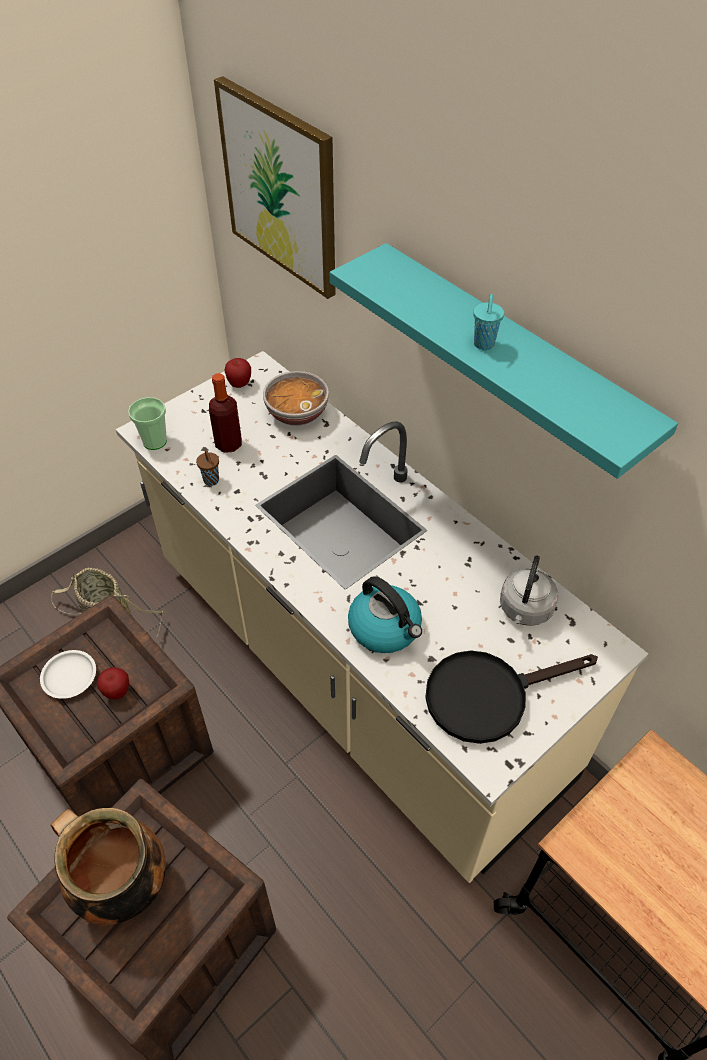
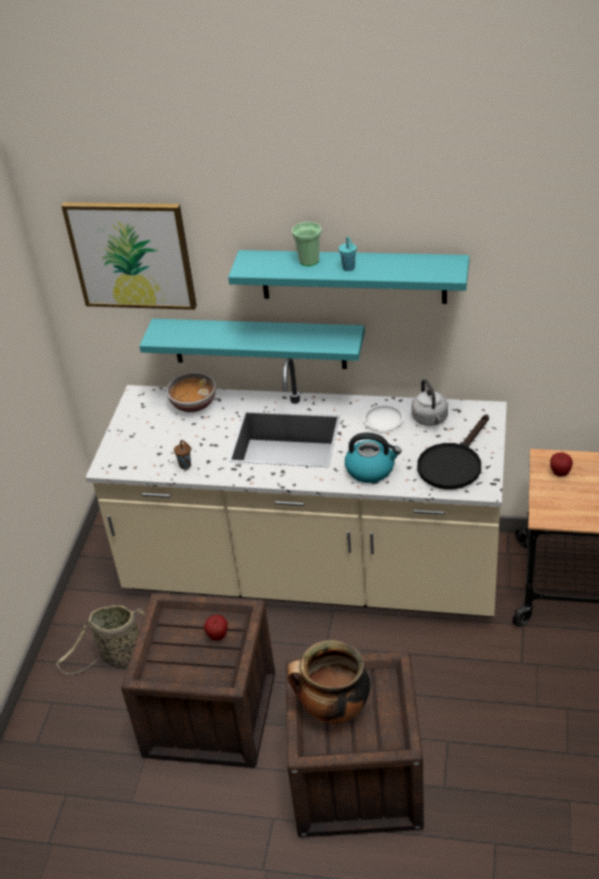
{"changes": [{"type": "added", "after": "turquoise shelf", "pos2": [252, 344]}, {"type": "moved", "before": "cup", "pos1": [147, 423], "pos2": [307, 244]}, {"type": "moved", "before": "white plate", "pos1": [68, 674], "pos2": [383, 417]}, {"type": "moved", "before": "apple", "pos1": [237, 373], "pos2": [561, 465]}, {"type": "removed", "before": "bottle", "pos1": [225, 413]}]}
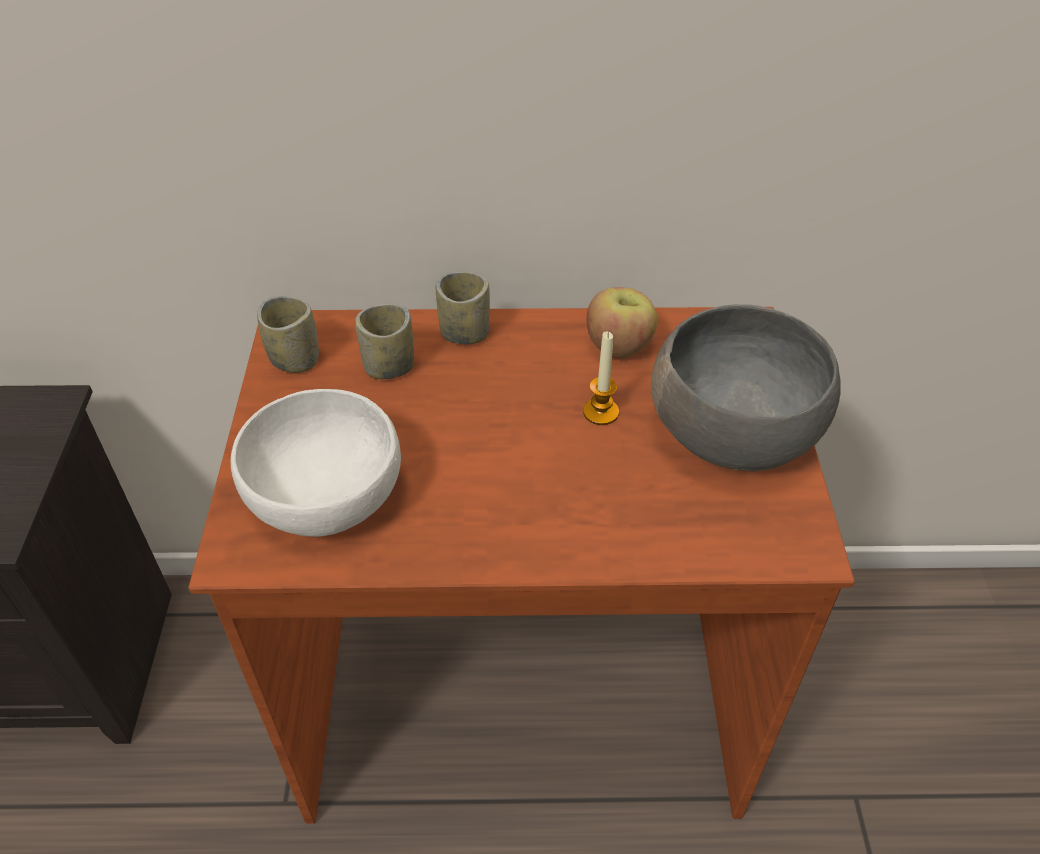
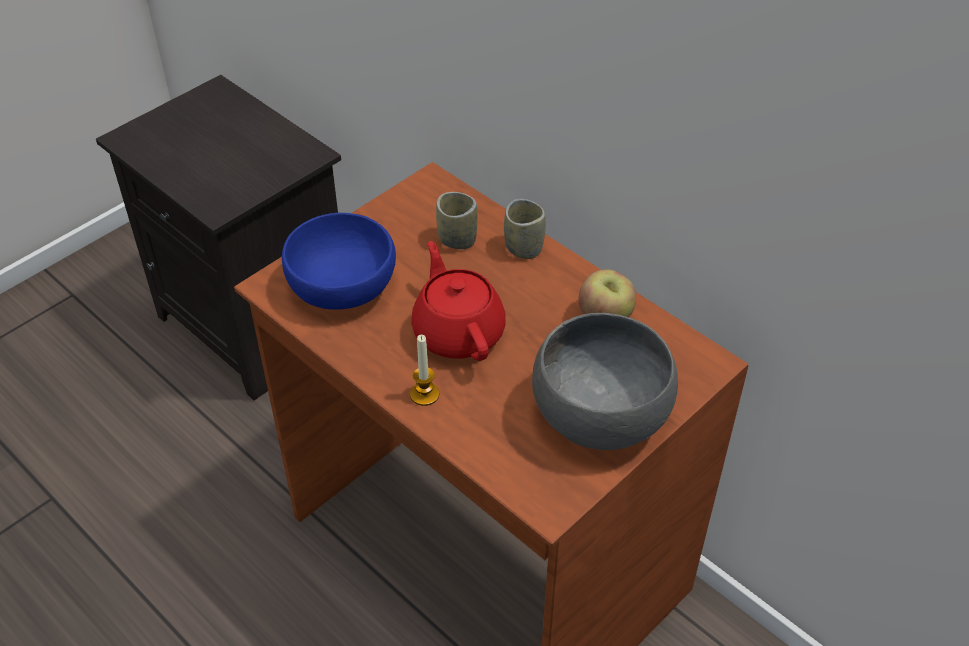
{"changes": [{"type": "recoloured", "before": "white bowl", "after": "blue bowl", "pos1": [316, 463], "pos2": [339, 261]}, {"type": "moved", "before": "candle", "pos1": [601, 378], "pos2": [424, 370]}, {"type": "added", "after": "red teapot", "pos2": [458, 301]}, {"type": "removed", "before": "cup", "pos1": [288, 334]}]}
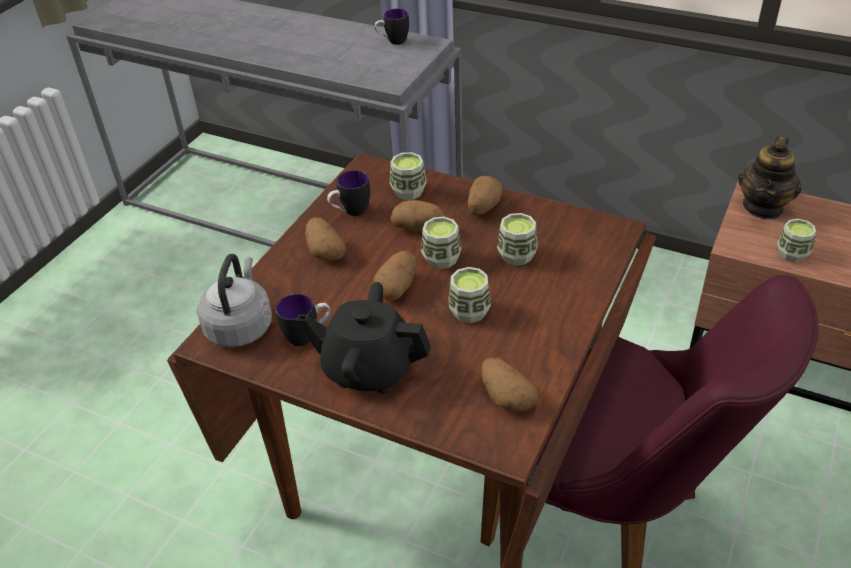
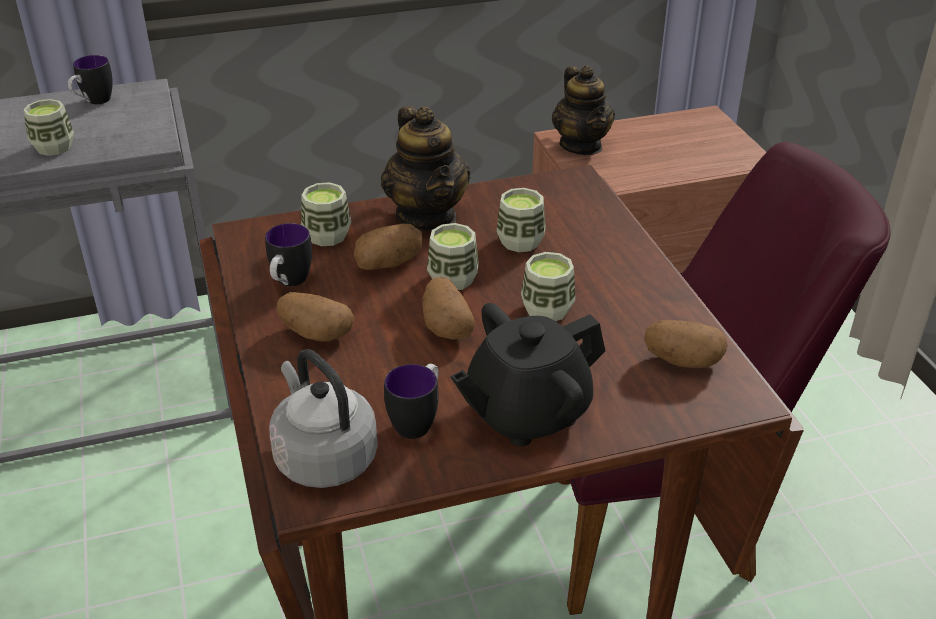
{"changes": [{"type": "moved", "before": "cup", "pos1": [796, 241], "pos2": [48, 127]}, {"type": "replaced", "before": "potato", "after": "teapot", "pos1": [485, 195], "pos2": [425, 168]}]}
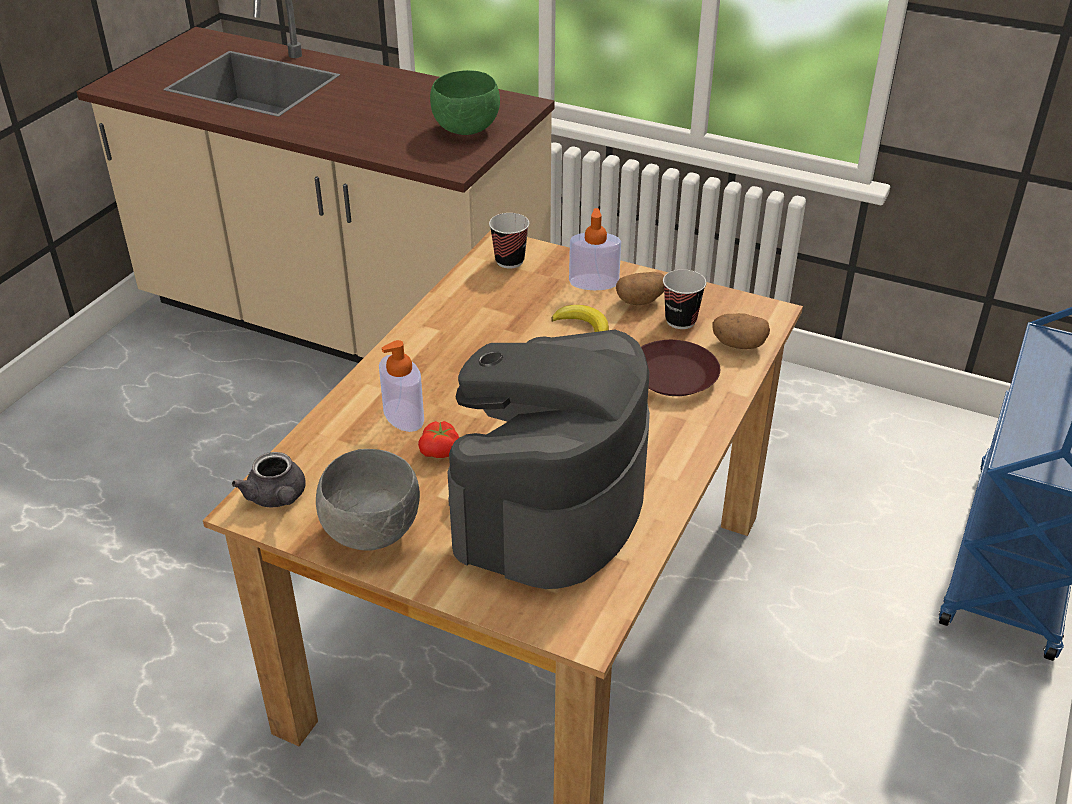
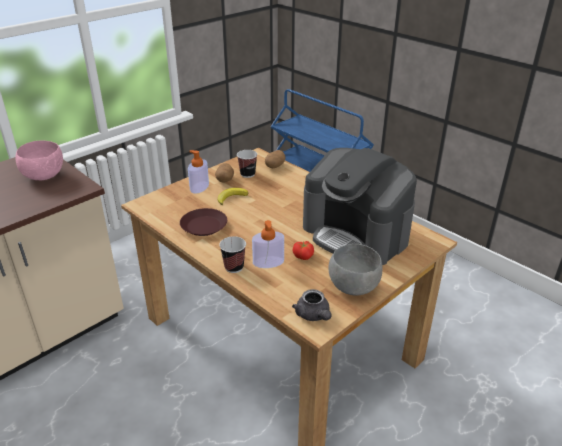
{"changes": [{"type": "recoloured", "before": "green bowl", "after": "pink bowl", "pos1": [465, 102], "pos2": [39, 160]}, {"type": "moved", "before": "brown plate", "pos1": [680, 368], "pos2": [203, 222]}, {"type": "moved", "before": "cup", "pos1": [509, 240], "pos2": [232, 254]}, {"type": "turned", "before": "grey teapot", "pos1": [269, 480], "pos2": [312, 305], "turn": 75}]}
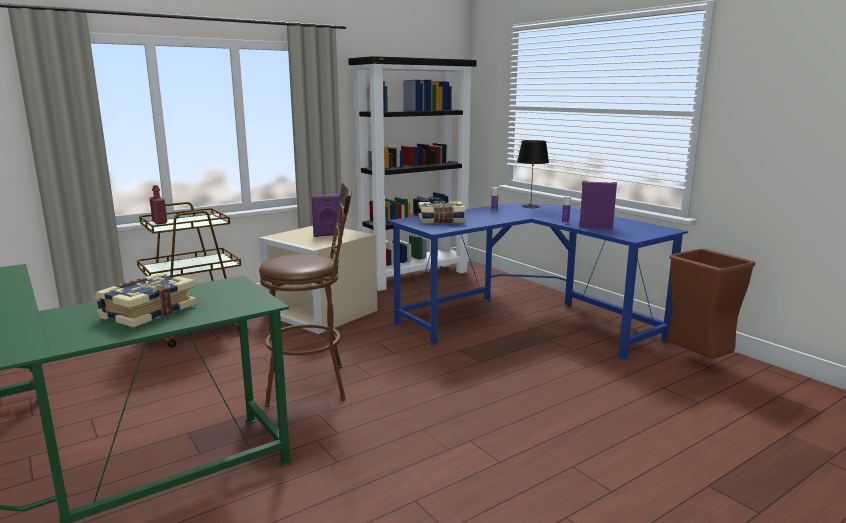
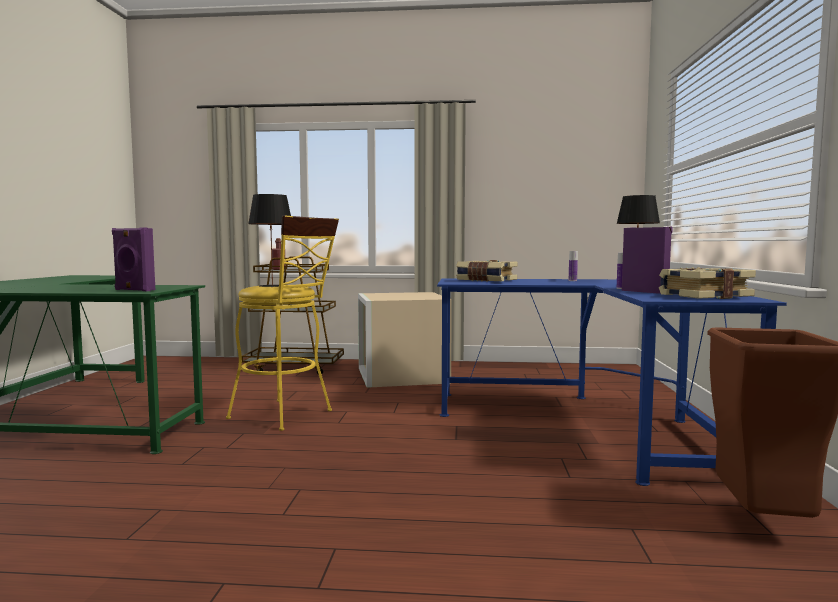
{"changes": [{"type": "moved", "before": "purple speaker", "pos1": [326, 215], "pos2": [133, 259]}, {"type": "recoloured", "before": "brown stool", "after": "yellow stool", "pos1": [305, 294], "pos2": [282, 323]}, {"type": "added", "after": "black table lamp", "pos2": [269, 240]}, {"type": "moved", "before": "book", "pos1": [146, 300], "pos2": [707, 283]}, {"type": "removed", "before": "black bookcase", "pos1": [412, 173]}]}
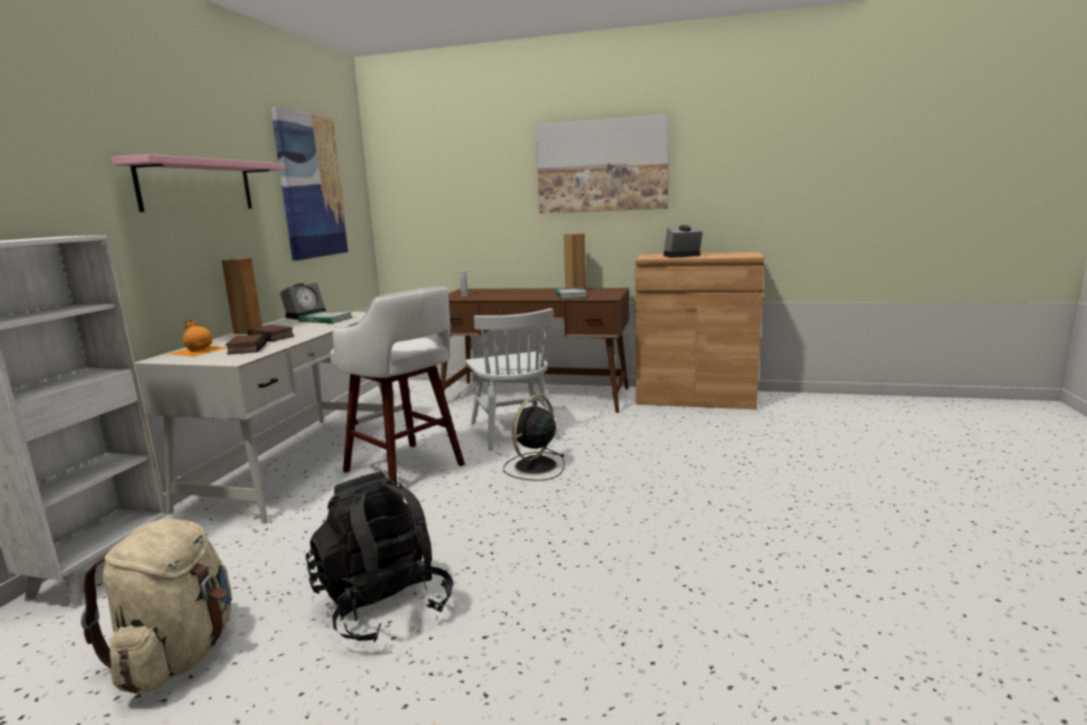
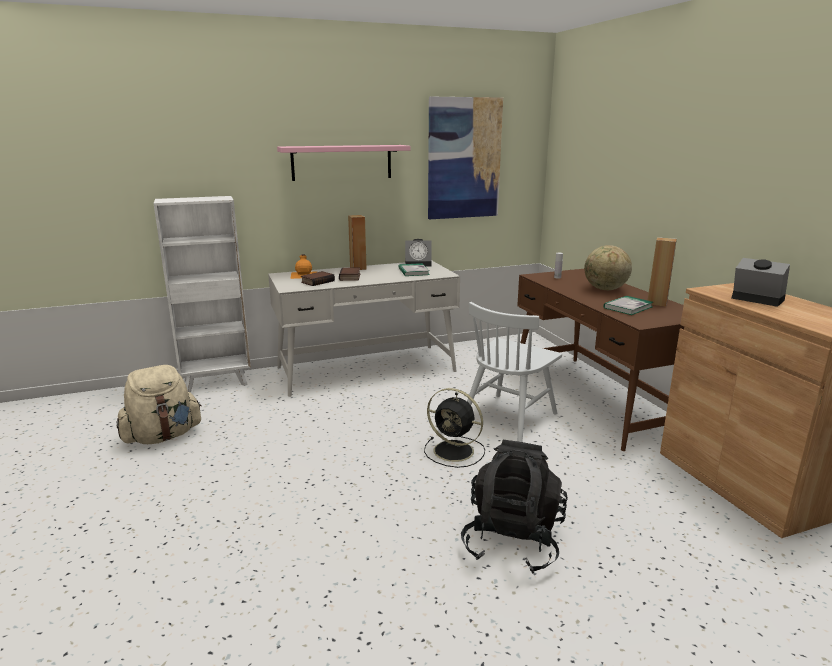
{"changes": [{"type": "turned", "before": "black fan", "pos1": [534, 438], "pos2": [454, 428], "turn": -150}, {"type": "moved", "before": "black backpack", "pos1": [379, 556], "pos2": [514, 507]}, {"type": "added", "after": "globe", "pos2": [608, 267]}, {"type": "removed", "before": "white stool", "pos1": [397, 386]}, {"type": "removed", "before": "picture", "pos1": [602, 163]}]}
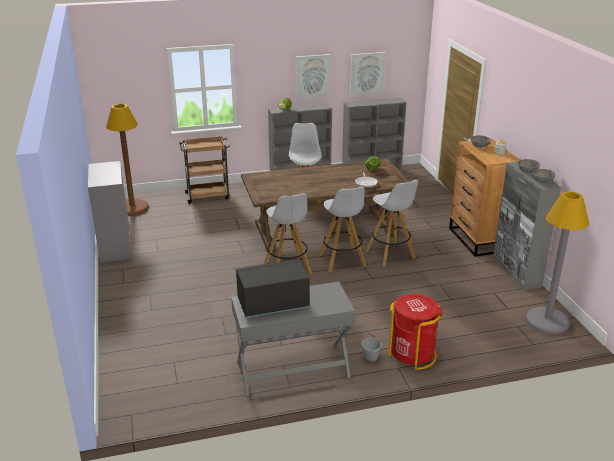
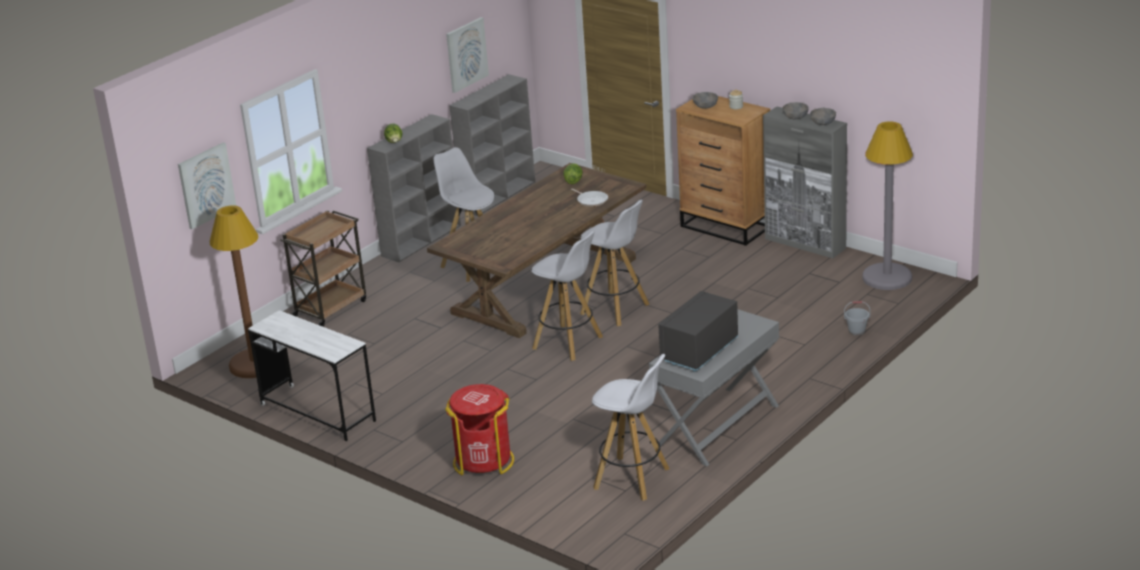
{"changes": [{"type": "moved", "before": "picture", "pos1": [313, 76], "pos2": [207, 185]}, {"type": "replaced", "before": "grey dresser", "after": "white desk", "pos1": [110, 211], "pos2": [312, 375]}, {"type": "moved", "before": "red trash can", "pos1": [415, 332], "pos2": [479, 429]}, {"type": "moved", "before": "white stool", "pos1": [392, 223], "pos2": [630, 427]}, {"type": "moved", "before": "grey bucket", "pos1": [371, 347], "pos2": [857, 318]}]}
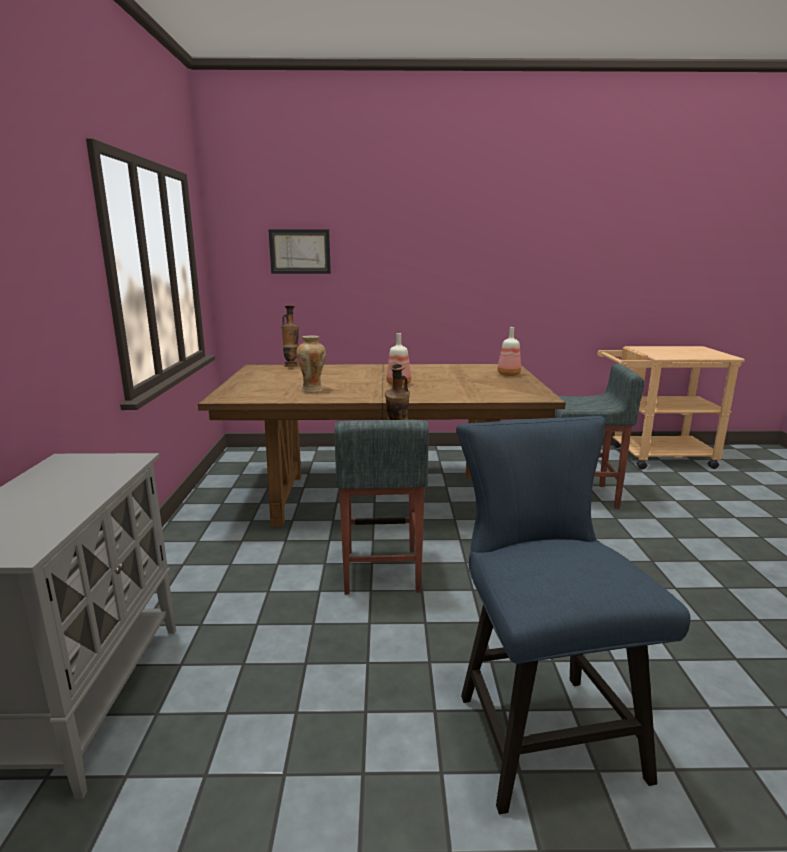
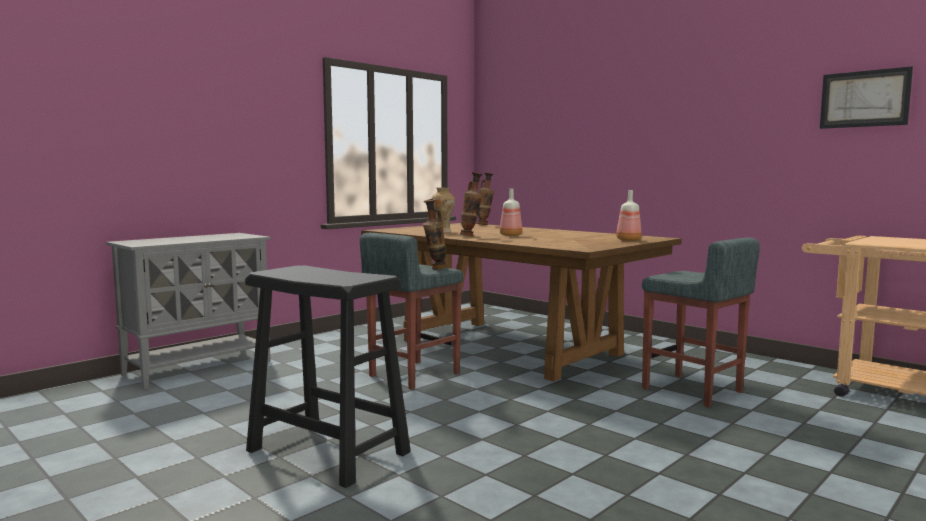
{"changes": [{"type": "replaced", "before": "blue chair", "after": "black stool", "pos1": [573, 615], "pos2": [328, 377]}, {"type": "added", "after": "vase", "pos2": [471, 204]}, {"type": "moved", "before": "picture", "pos1": [299, 251], "pos2": [866, 97]}]}
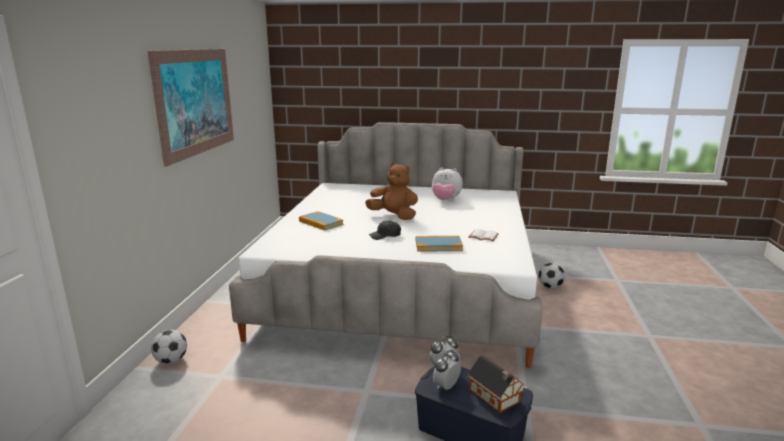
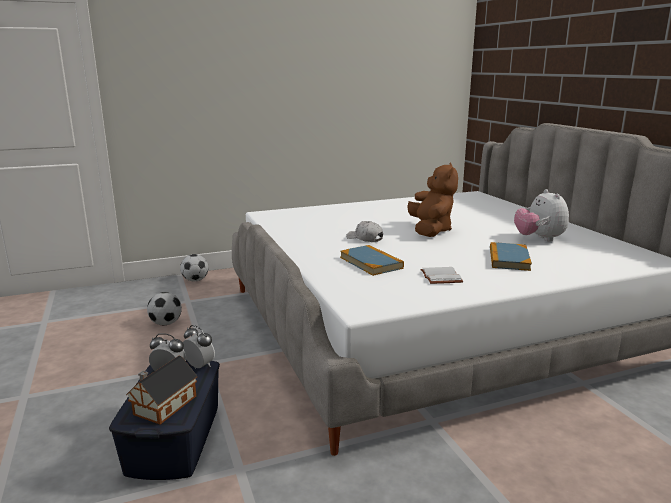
{"changes": [{"type": "moved", "before": "football", "pos1": [551, 276], "pos2": [164, 308]}, {"type": "recoloured", "before": "black cap", "after": "white cap", "pos1": [385, 230], "pos2": [364, 231]}, {"type": "moved", "before": "book", "pos1": [321, 220], "pos2": [511, 256]}, {"type": "removed", "before": "picture", "pos1": [191, 108]}]}
